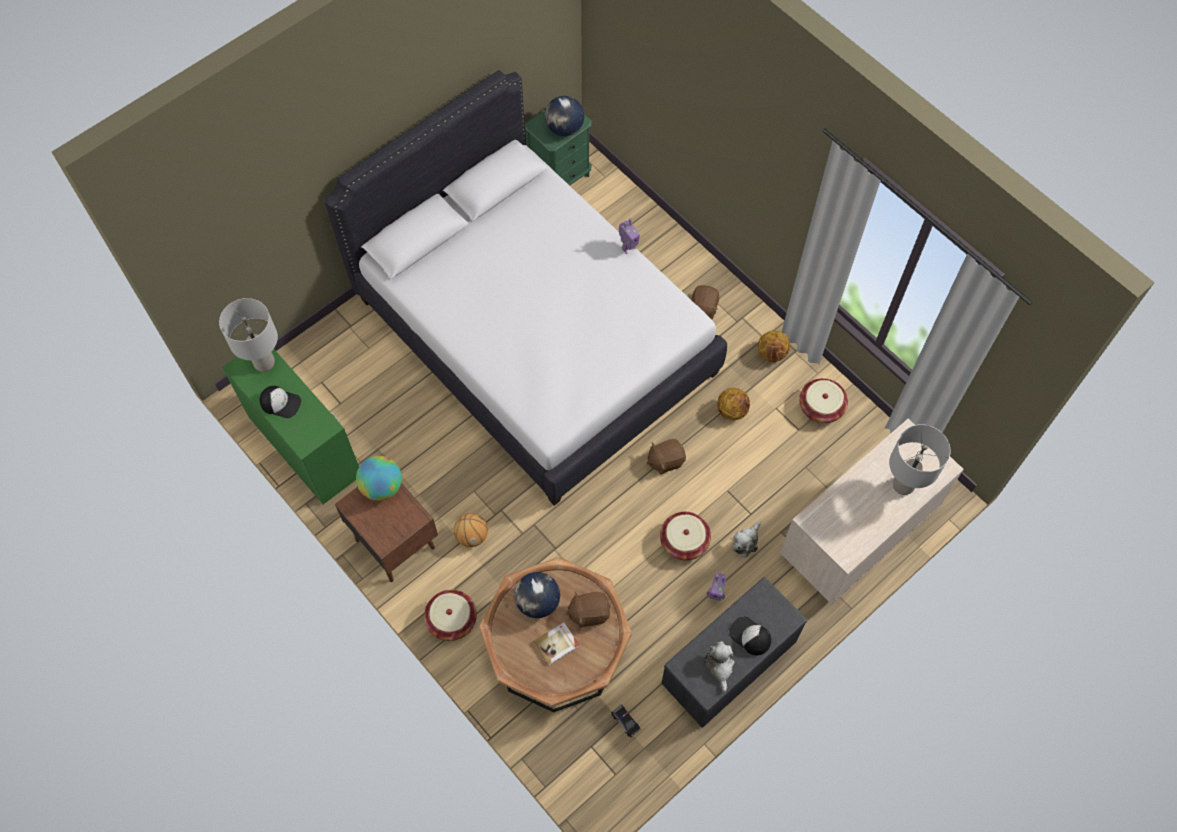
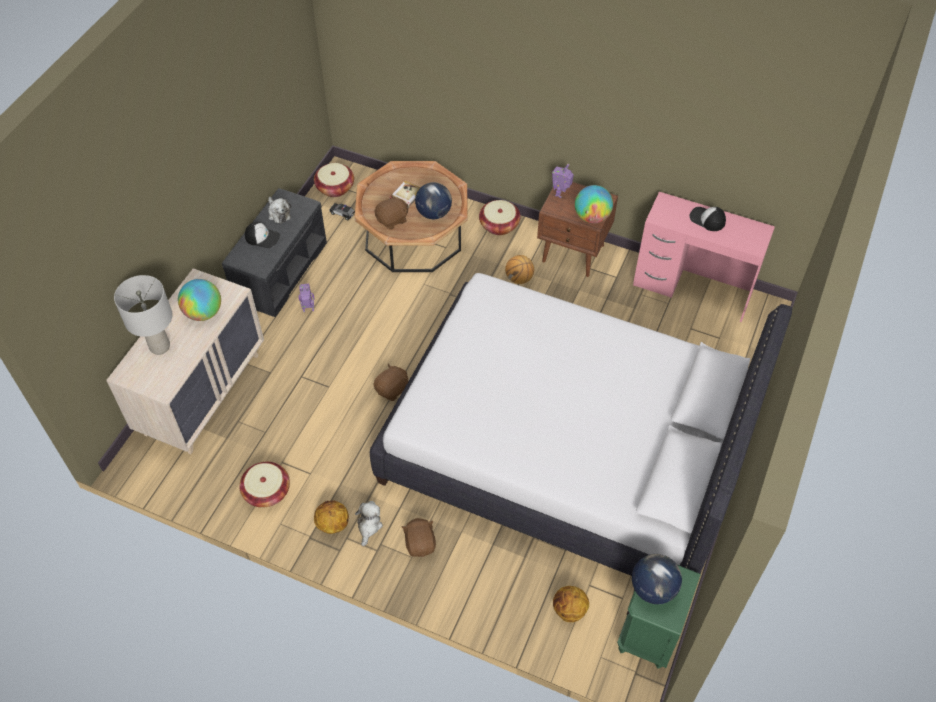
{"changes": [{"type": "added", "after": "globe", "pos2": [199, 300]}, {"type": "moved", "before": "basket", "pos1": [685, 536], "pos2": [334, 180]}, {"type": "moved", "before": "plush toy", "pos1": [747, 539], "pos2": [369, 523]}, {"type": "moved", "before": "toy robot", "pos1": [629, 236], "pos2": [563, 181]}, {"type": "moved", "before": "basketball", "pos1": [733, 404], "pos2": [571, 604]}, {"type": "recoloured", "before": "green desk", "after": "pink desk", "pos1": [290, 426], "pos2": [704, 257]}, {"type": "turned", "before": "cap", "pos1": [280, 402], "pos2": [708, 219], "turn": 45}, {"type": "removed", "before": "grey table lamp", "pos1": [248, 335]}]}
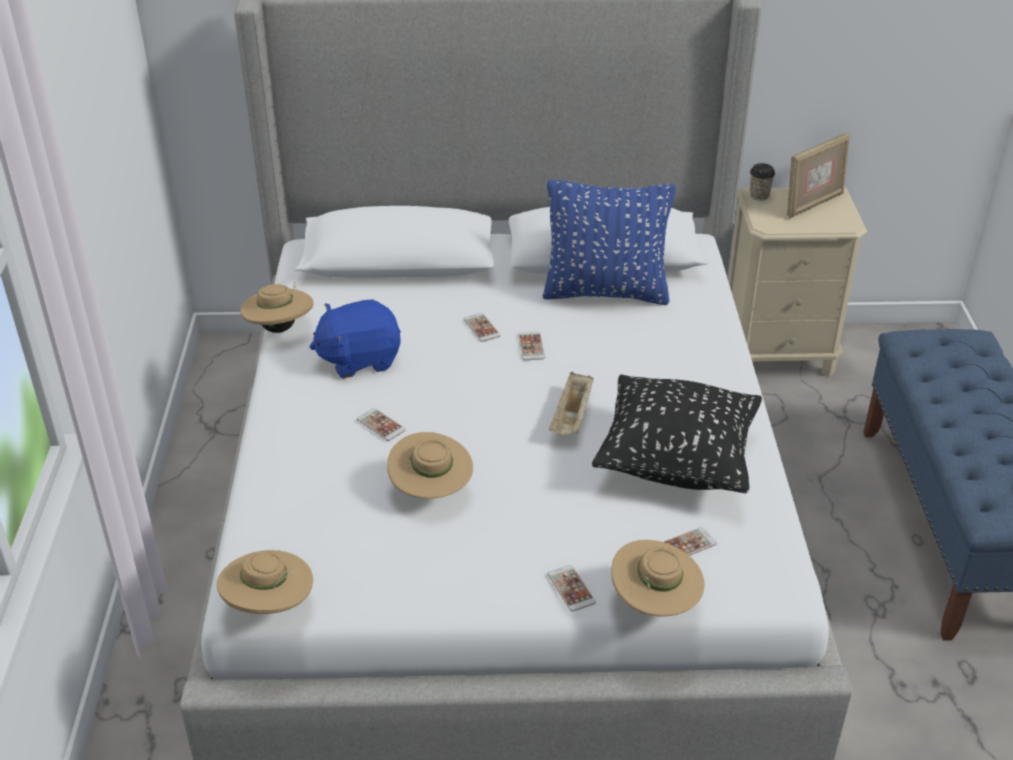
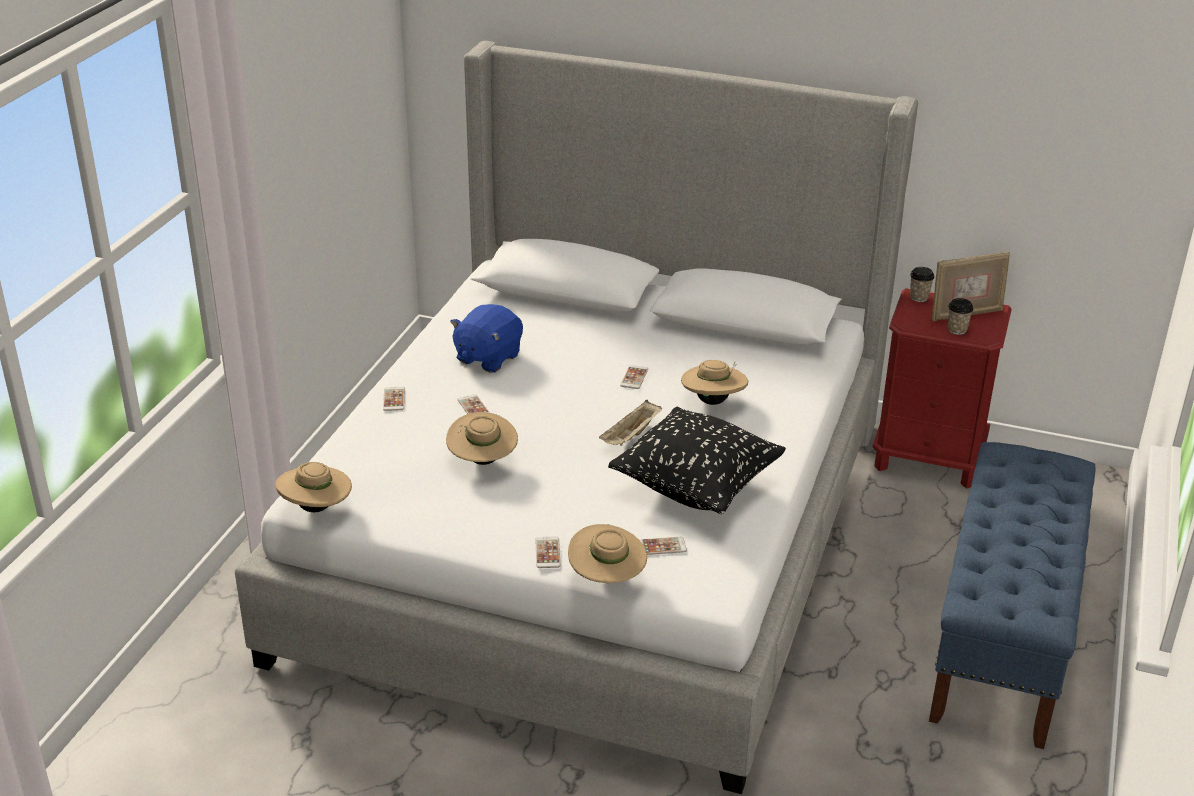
{"changes": [{"type": "moved", "before": "phone", "pos1": [482, 327], "pos2": [394, 399]}, {"type": "turned", "before": "blue plush toy", "pos1": [355, 338], "pos2": [486, 338], "turn": -60}, {"type": "moved", "before": "beige hat", "pos1": [276, 307], "pos2": [714, 382]}, {"type": "recoloured", "before": "beige nightstand", "after": "red nightstand", "pos1": [797, 282], "pos2": [942, 388]}, {"type": "added", "after": "cup", "pos2": [960, 316]}, {"type": "removed", "before": "blue pillow", "pos1": [609, 242]}]}
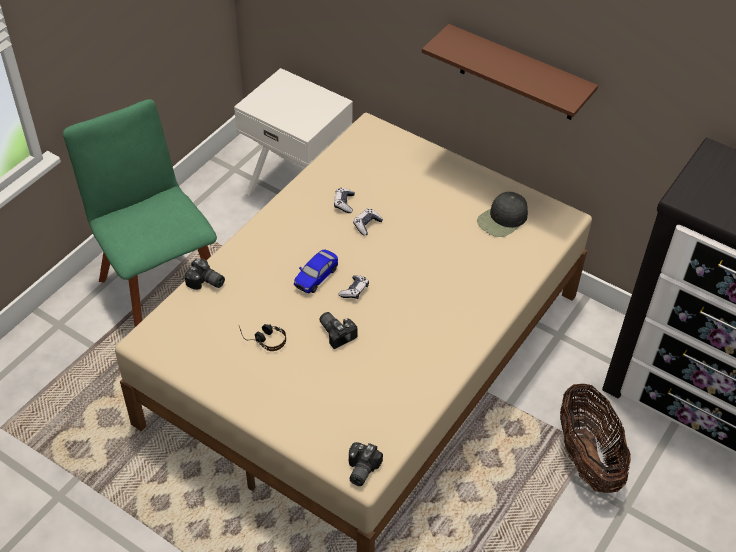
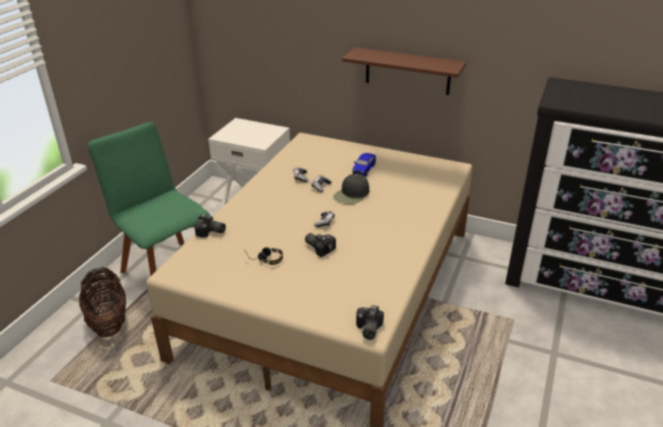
{"changes": [{"type": "moved", "before": "basket", "pos1": [595, 438], "pos2": [102, 302]}, {"type": "moved", "before": "black cap", "pos1": [502, 214], "pos2": [351, 189]}, {"type": "moved", "before": "toy car", "pos1": [316, 271], "pos2": [364, 164]}]}
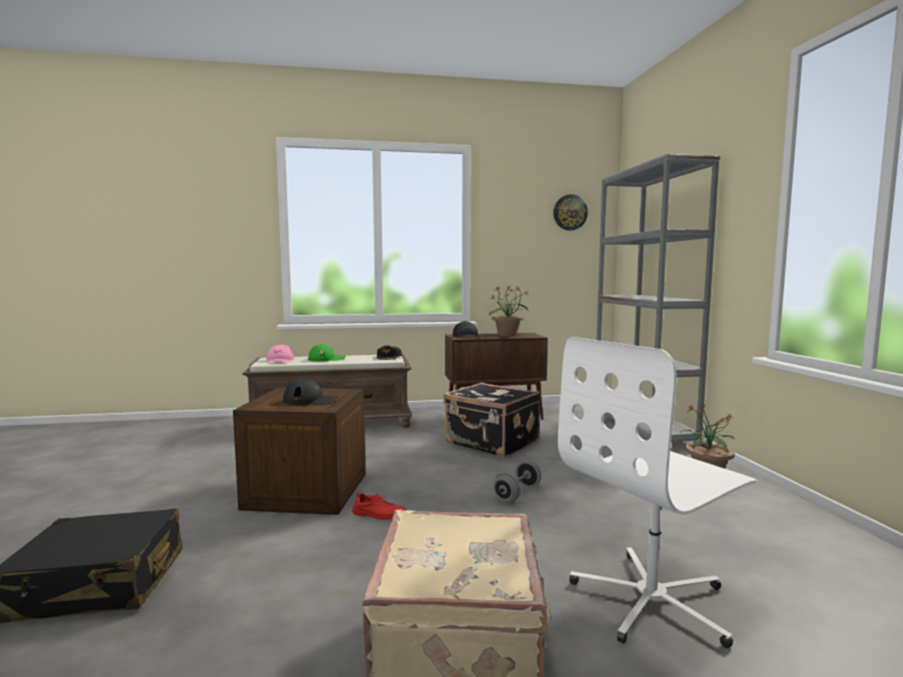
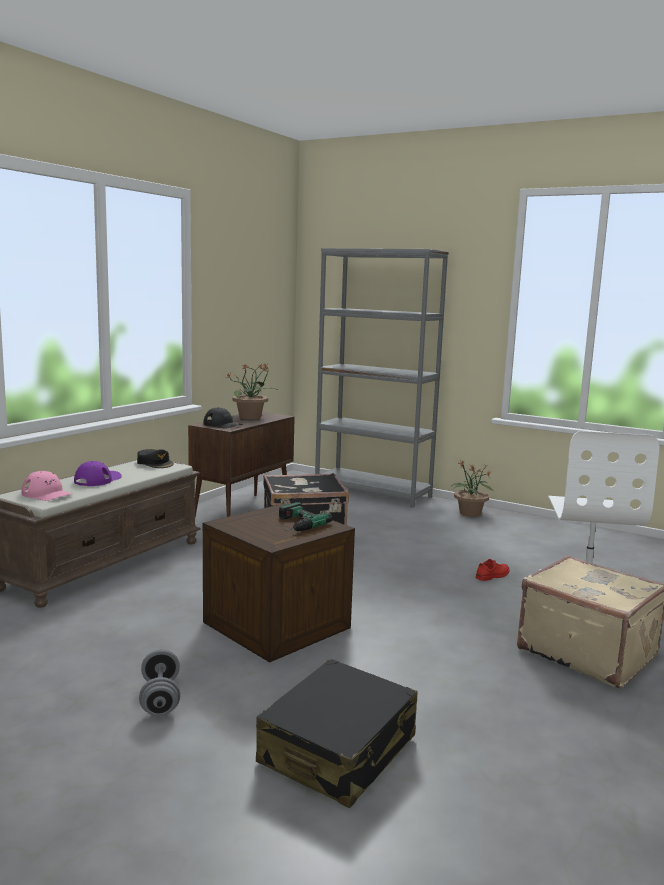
{"changes": [{"type": "recoloured", "before": "green cap", "after": "purple cap", "pos1": [327, 352], "pos2": [98, 473]}, {"type": "moved", "before": "grey dumbbell", "pos1": [517, 481], "pos2": [159, 682]}, {"type": "replaced", "before": "black cap", "after": "power drill", "pos1": [311, 391], "pos2": [305, 516]}, {"type": "moved", "before": "red shoe", "pos1": [379, 506], "pos2": [492, 570]}, {"type": "removed", "before": "wall clock", "pos1": [570, 212]}]}
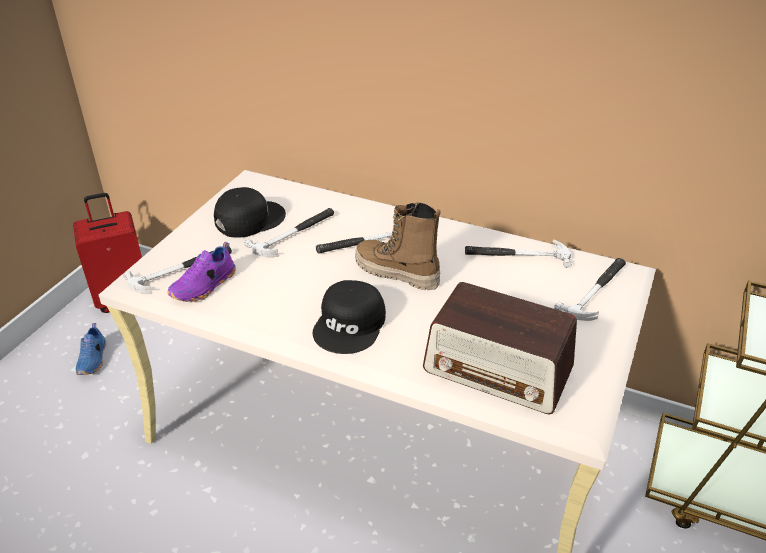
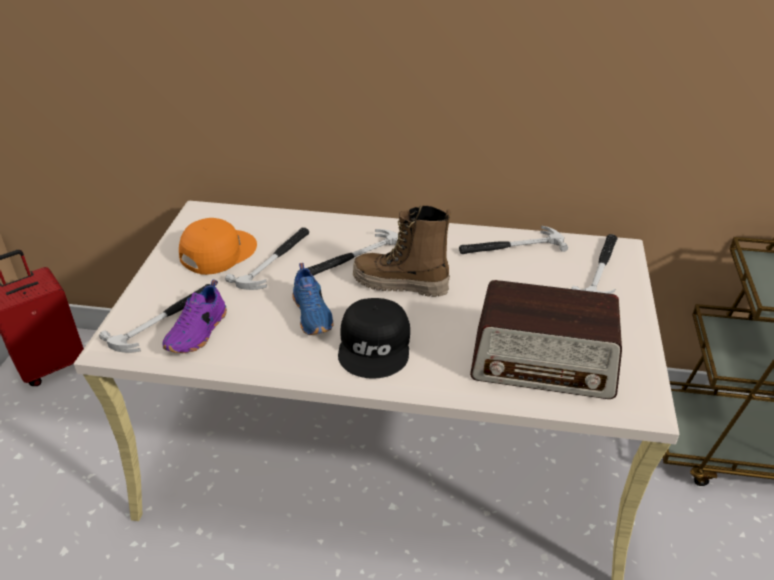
{"changes": [{"type": "recoloured", "before": "black cap", "after": "orange cap", "pos1": [250, 212], "pos2": [218, 246]}, {"type": "moved", "before": "blue shoe", "pos1": [91, 349], "pos2": [313, 299]}]}
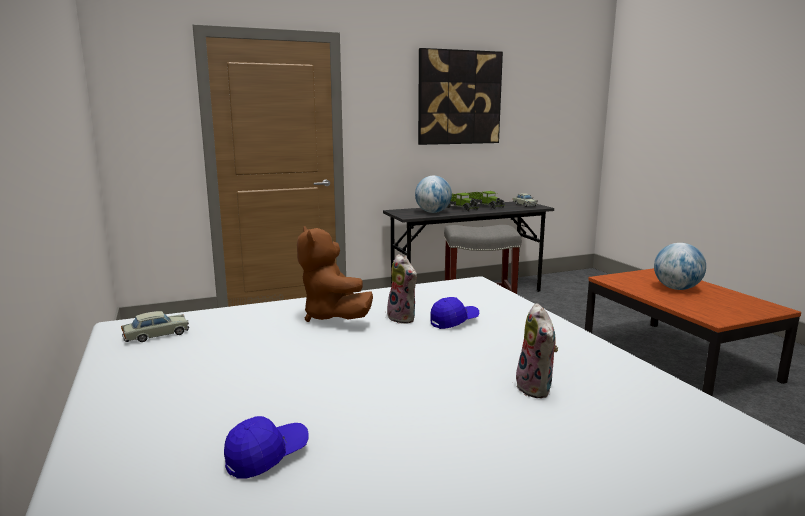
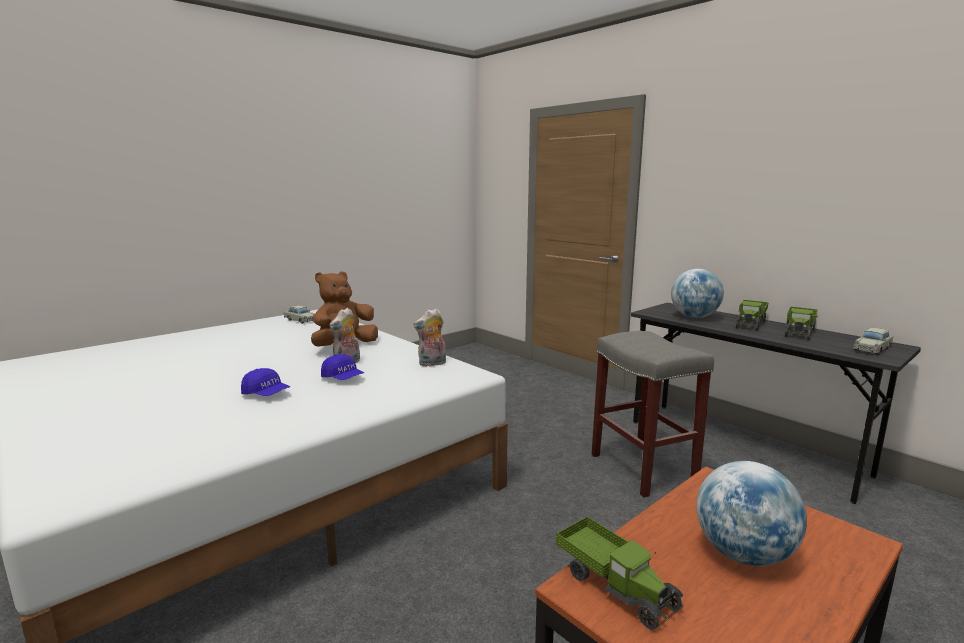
{"changes": [{"type": "moved", "before": "blue cap", "pos1": [266, 447], "pos2": [265, 382]}, {"type": "moved", "before": "plush toy", "pos1": [537, 350], "pos2": [429, 337]}, {"type": "added", "after": "toy truck", "pos2": [619, 573]}, {"type": "removed", "before": "picture", "pos1": [460, 96]}]}
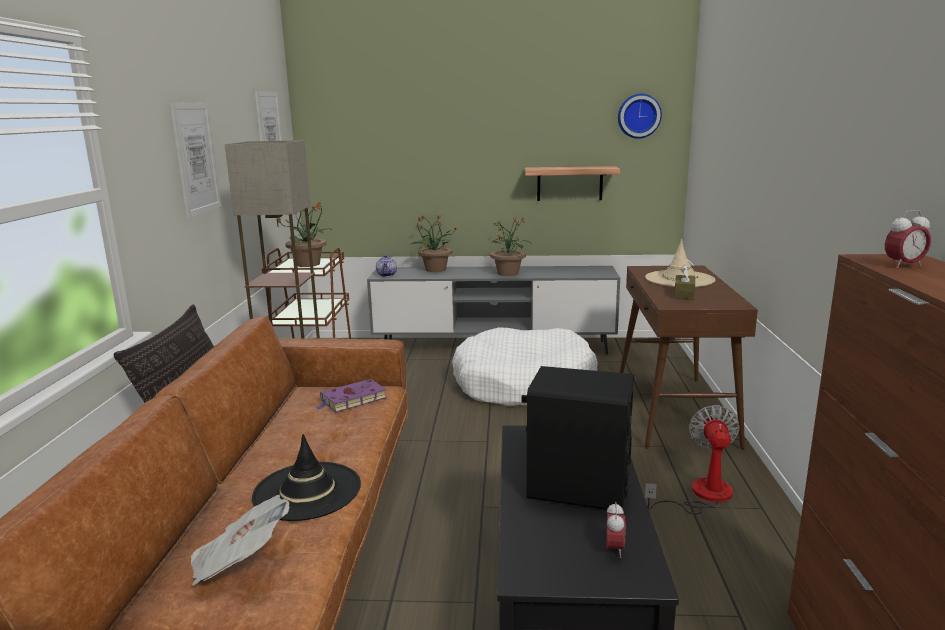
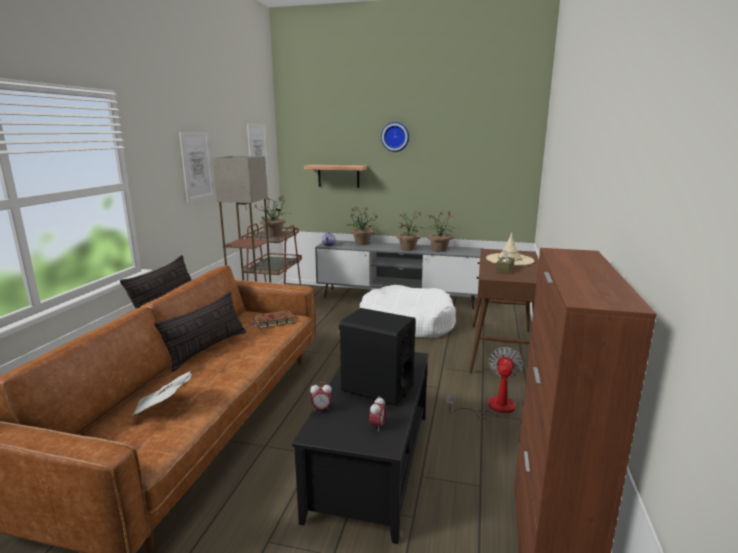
{"changes": [{"type": "added", "after": "pillow", "pos2": [200, 332]}, {"type": "recoloured", "before": "purple book", "after": "brown book", "pos1": [351, 395], "pos2": [272, 319]}, {"type": "moved", "before": "shelf", "pos1": [572, 183], "pos2": [335, 176]}, {"type": "moved", "before": "alarm clock", "pos1": [908, 239], "pos2": [321, 396]}, {"type": "moved", "before": "wall clock", "pos1": [640, 116], "pos2": [395, 137]}, {"type": "added", "after": "potted plant", "pos2": [440, 231]}, {"type": "removed", "before": "black hat", "pos1": [306, 477]}]}
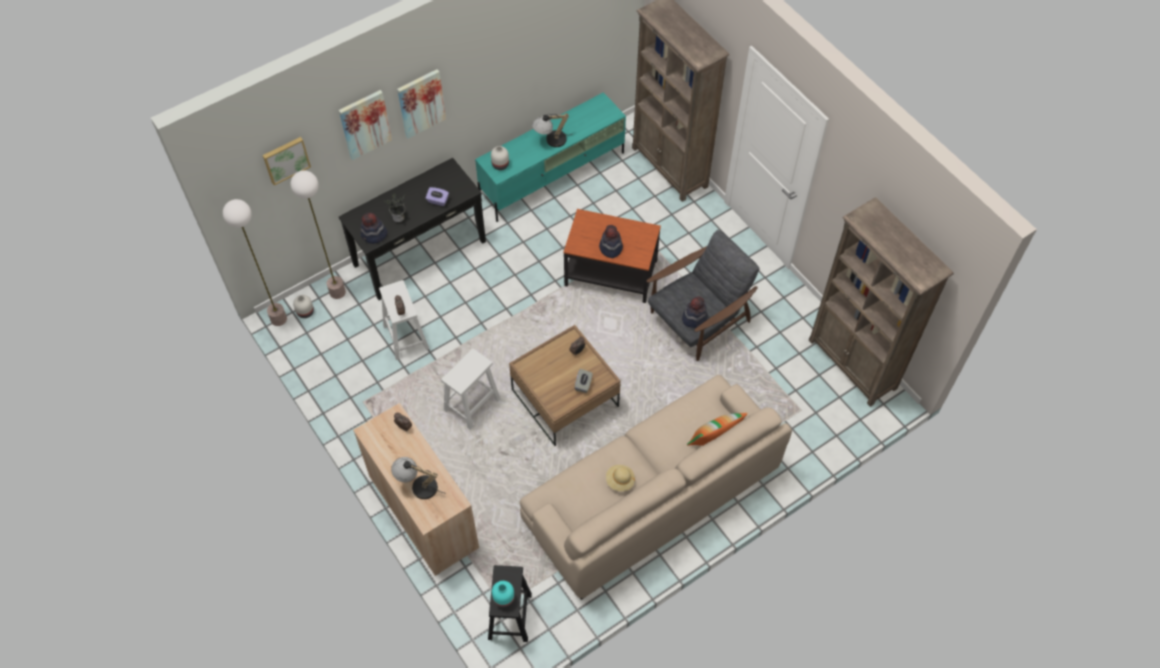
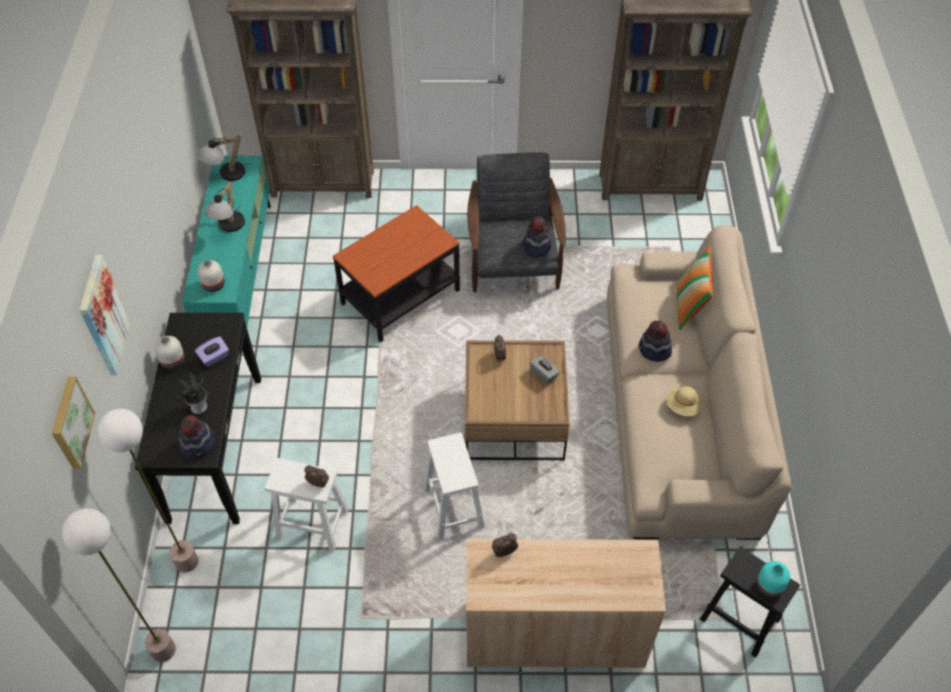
{"changes": [{"type": "moved", "before": "white vase", "pos1": [303, 306], "pos2": [169, 353]}, {"type": "moved", "before": "table lamp", "pos1": [418, 478], "pos2": [224, 158]}, {"type": "moved", "before": "hat", "pos1": [611, 241], "pos2": [655, 341]}, {"type": "removed", "before": "picture", "pos1": [421, 104]}]}
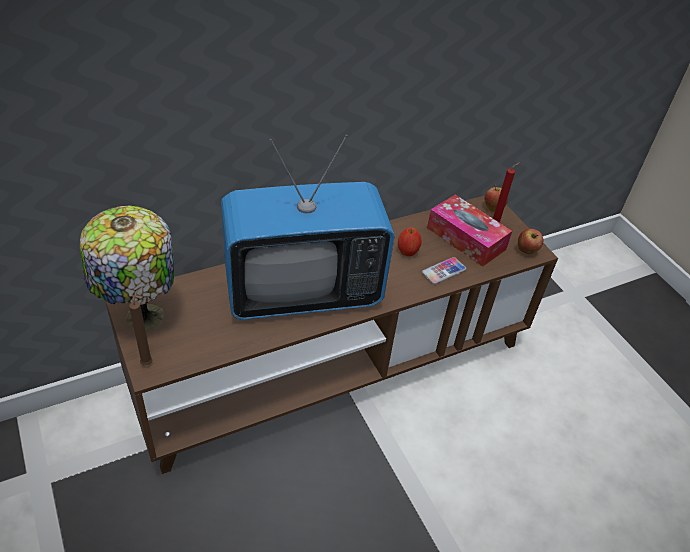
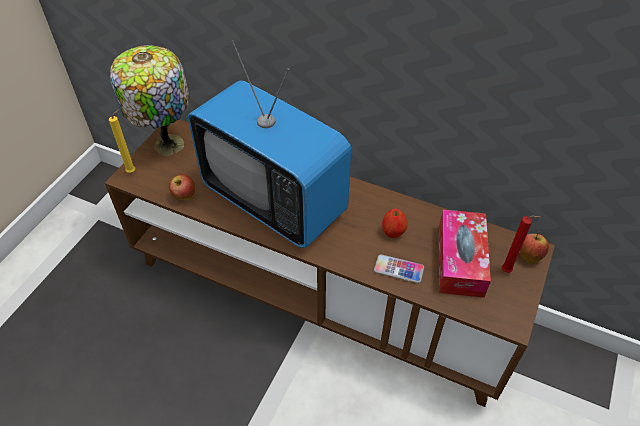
{"changes": [{"type": "recoloured", "before": "brown candle", "after": "yellow candle", "pos1": [141, 327], "pos2": [122, 141]}, {"type": "moved", "before": "apple", "pos1": [530, 241], "pos2": [182, 187]}]}
